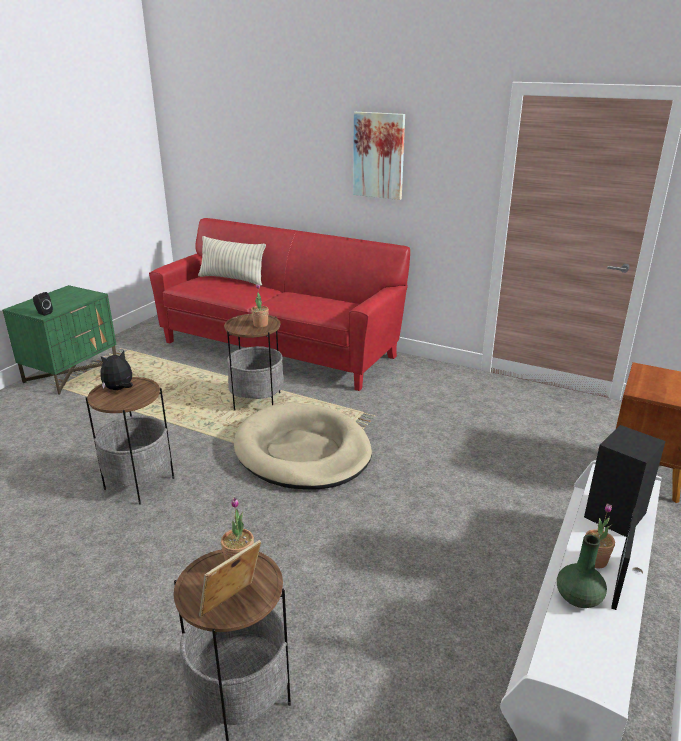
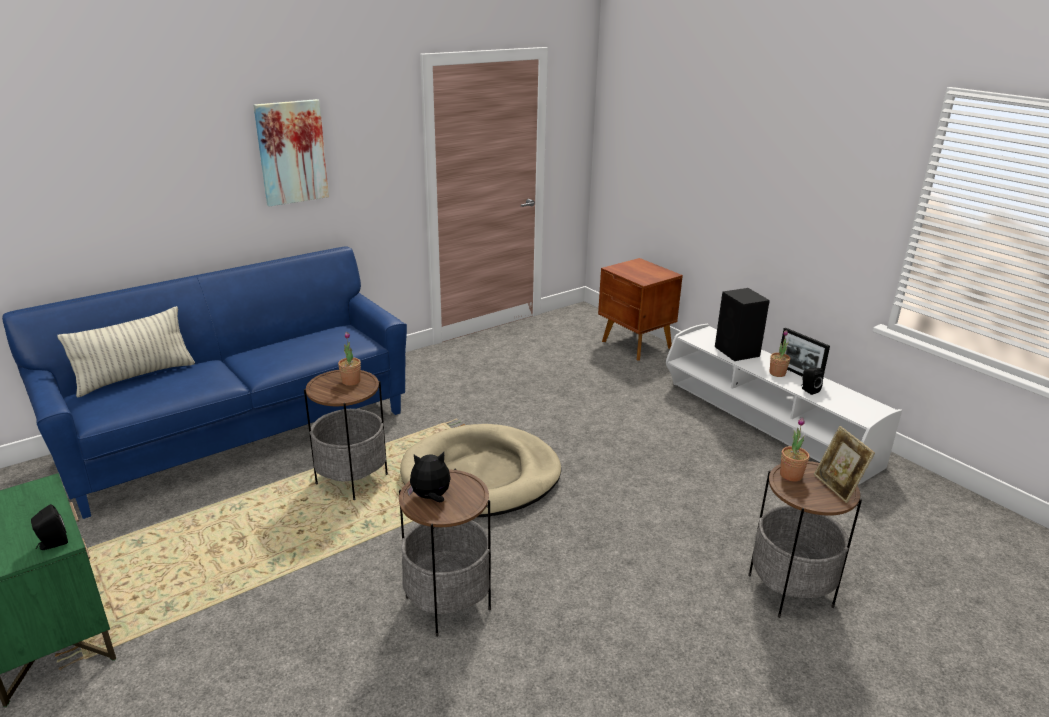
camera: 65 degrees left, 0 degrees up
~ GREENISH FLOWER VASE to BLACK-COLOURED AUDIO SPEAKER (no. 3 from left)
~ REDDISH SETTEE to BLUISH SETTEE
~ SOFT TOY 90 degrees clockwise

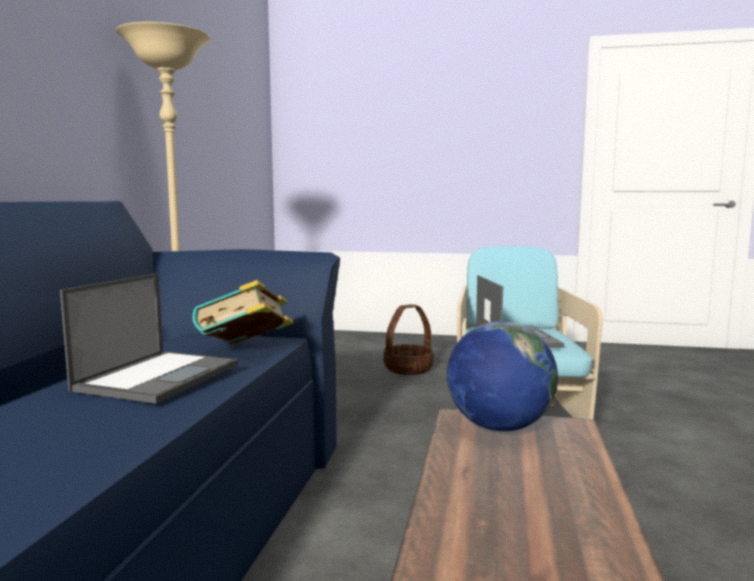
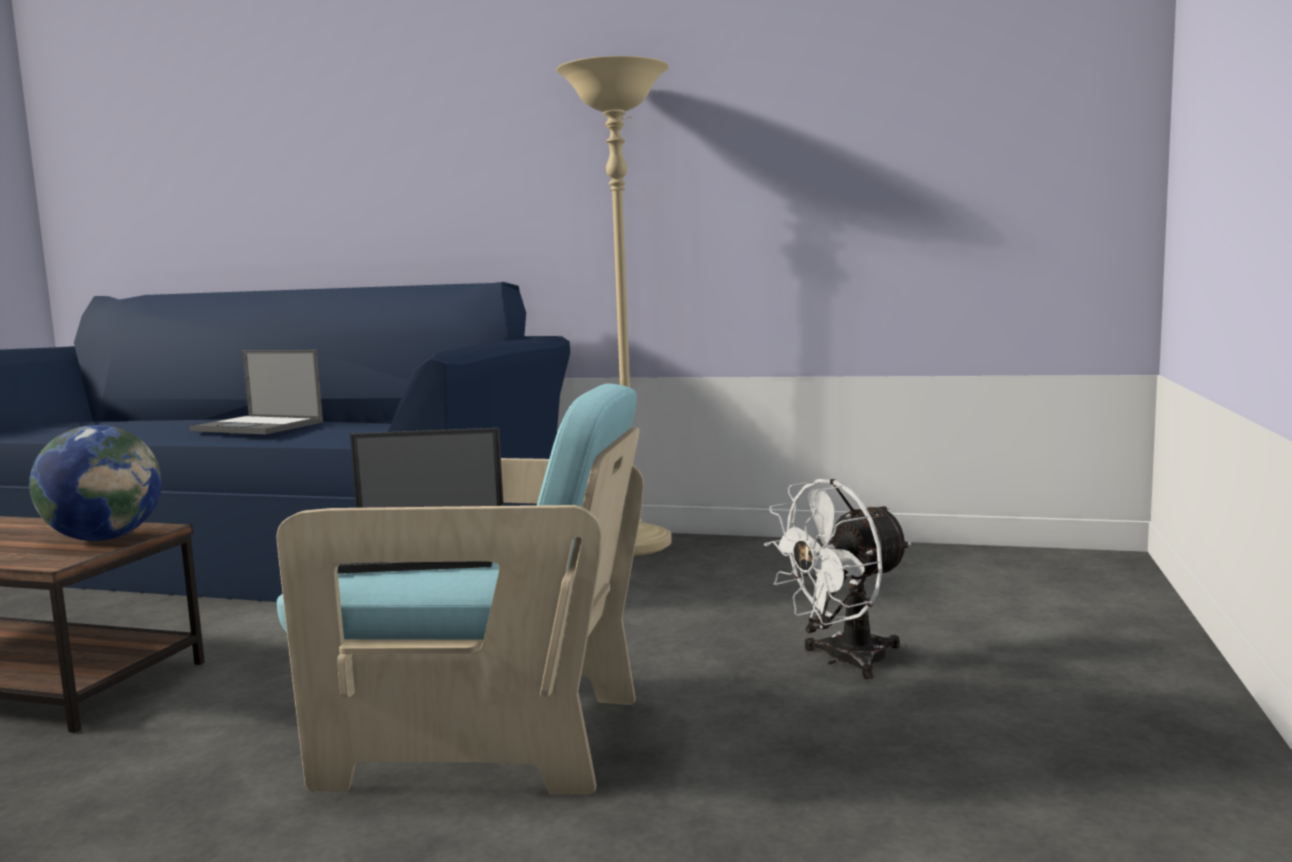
camera: 95 degrees right, 0 degrees up
- VOLUME
~ STORAGE BASKET to WHITISH FAN

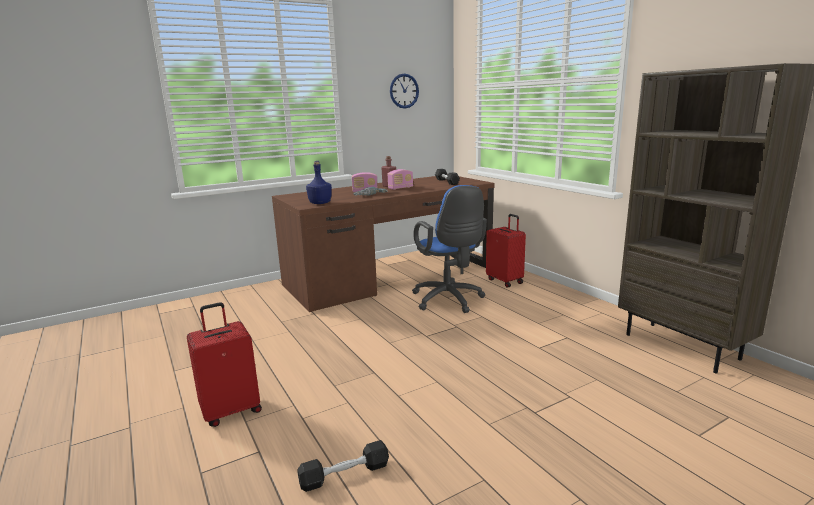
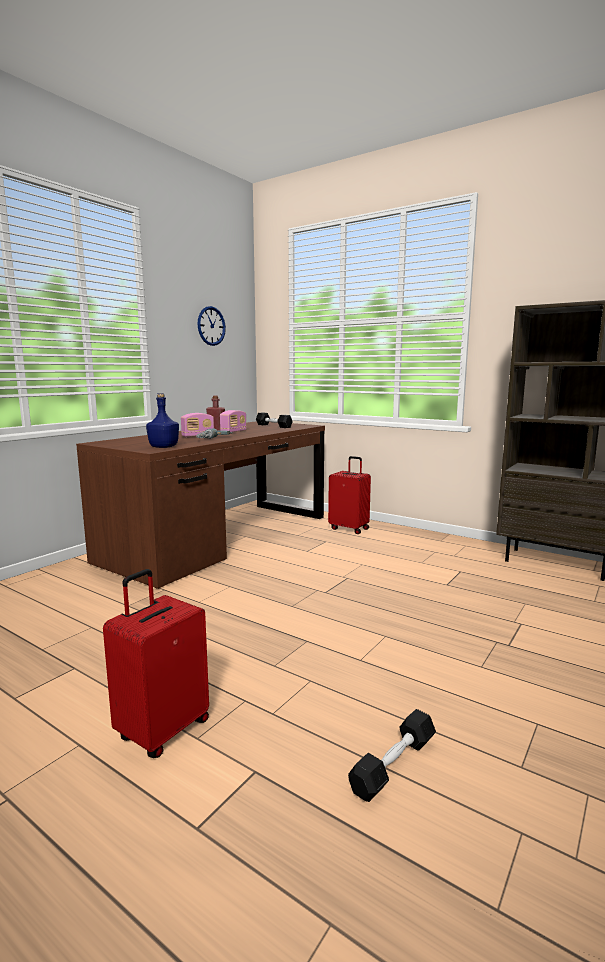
camera: 25 degrees left, 5 degrees down
- BLUISH COMPUTER CHAIR

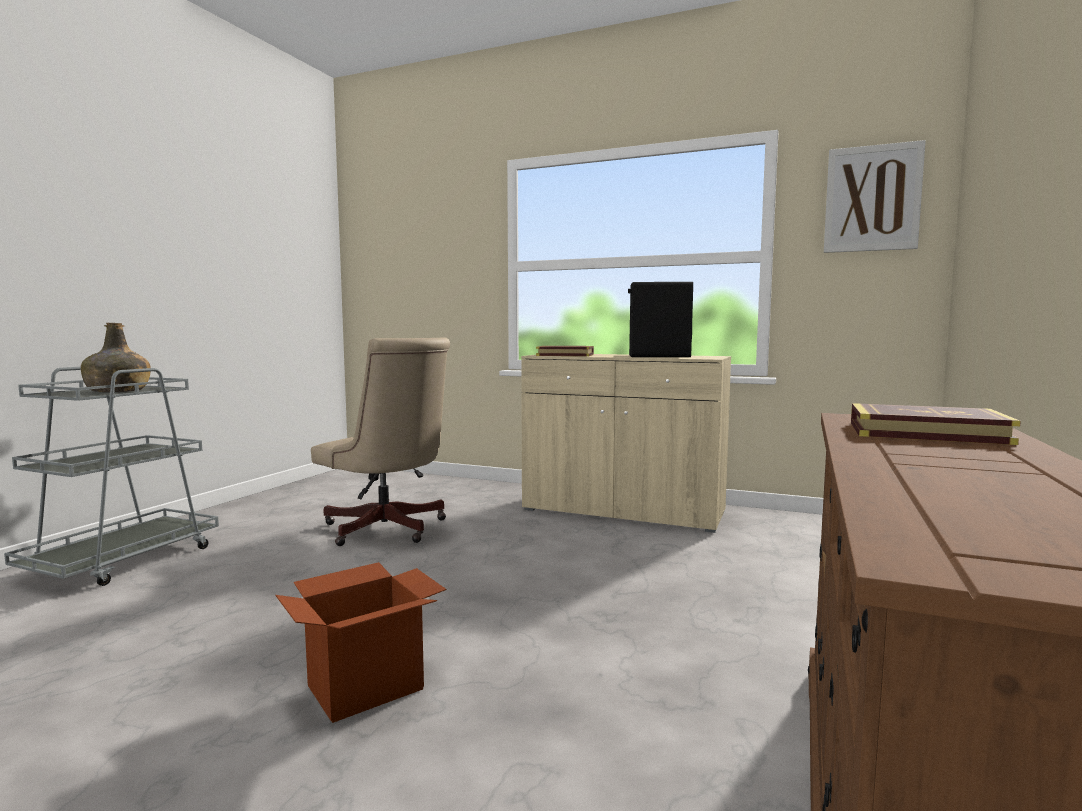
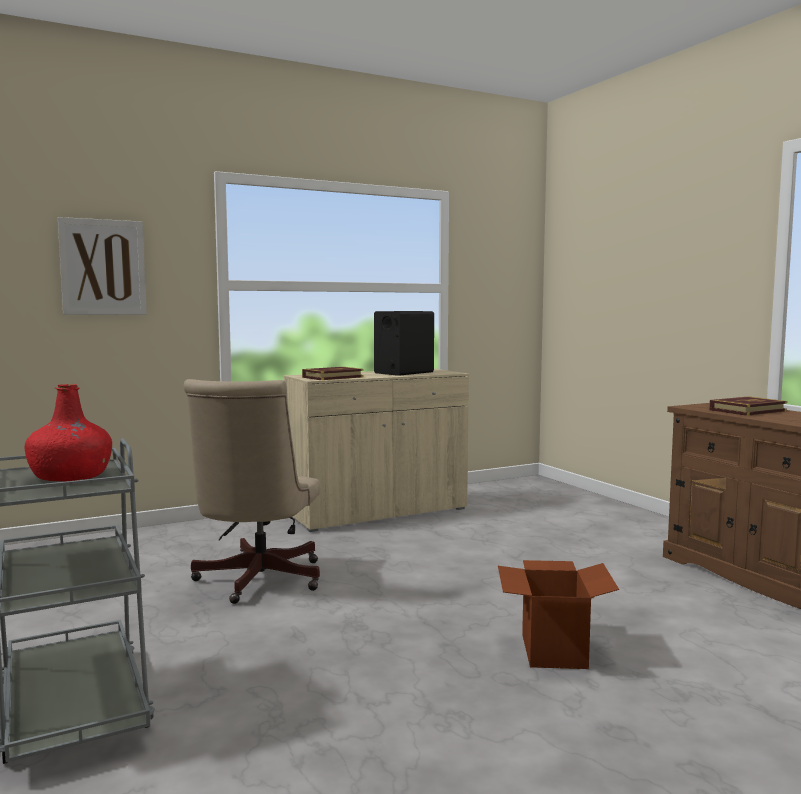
camera: 50 degrees left, 0 degrees up
~ WALL PICTURE
~ GREENISH BEVERAGE BOTTLE to REDDISH BEVERAGE BOTTLE
~ SAND-COLOURED COMPUTER CHAIR 105 degrees clockwise

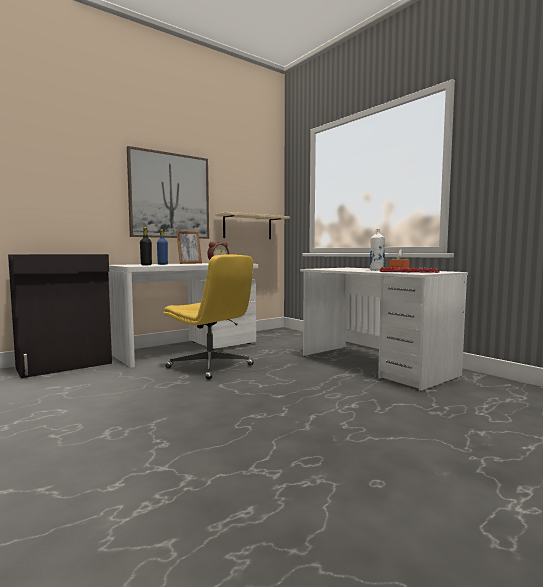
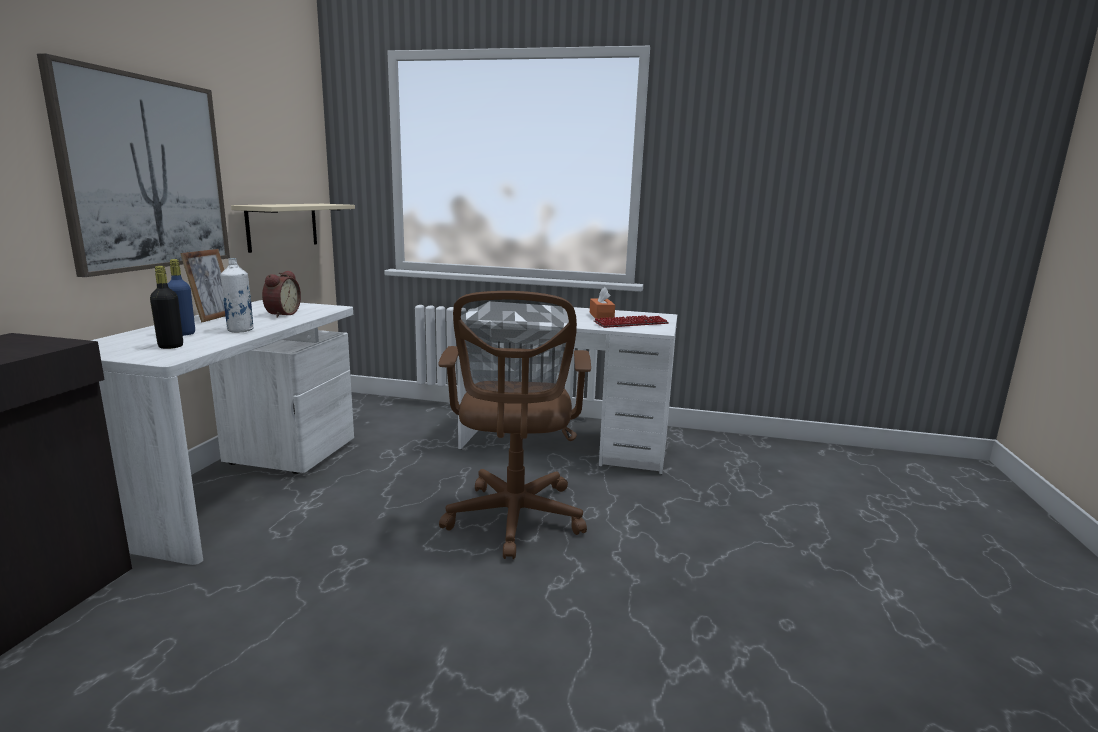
camera: 40 degrees left, 10 degrees up
- YELLOW-COLOURED COMPUTER CHAIR
+ BROWNISH COMPUTER CHAIR
~ WHITISH BEVERAGE BOTTLE

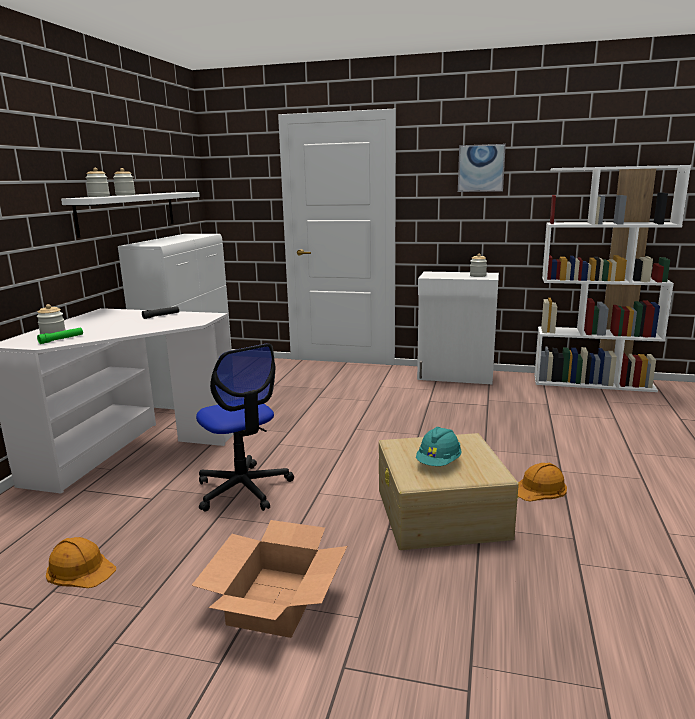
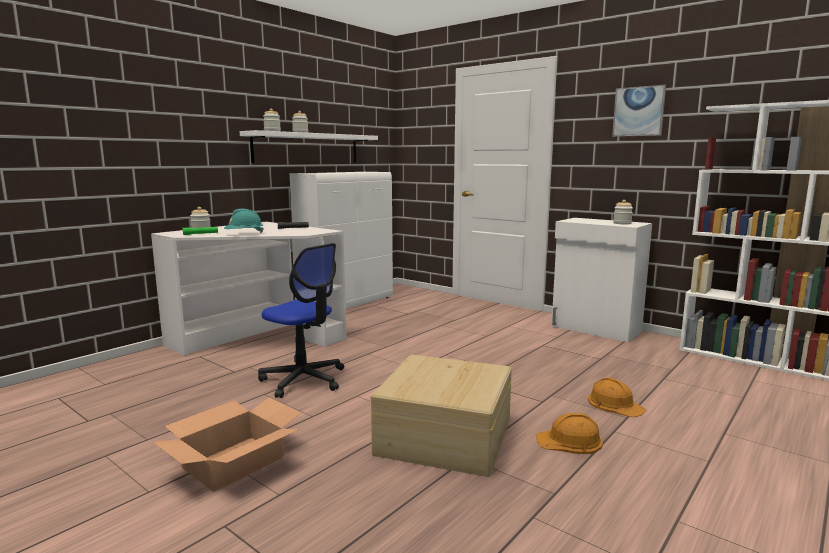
camera: 25 degrees right, 5 degrees down
~ ORANGE WORK HELMET (no. 1 from left in the first image) to ORANGE WORK HELMET (no. 2 from left)
~ TURQUOISE WORK HELMET
~ COMPUTER CHAIR 45 degrees counterclockwise

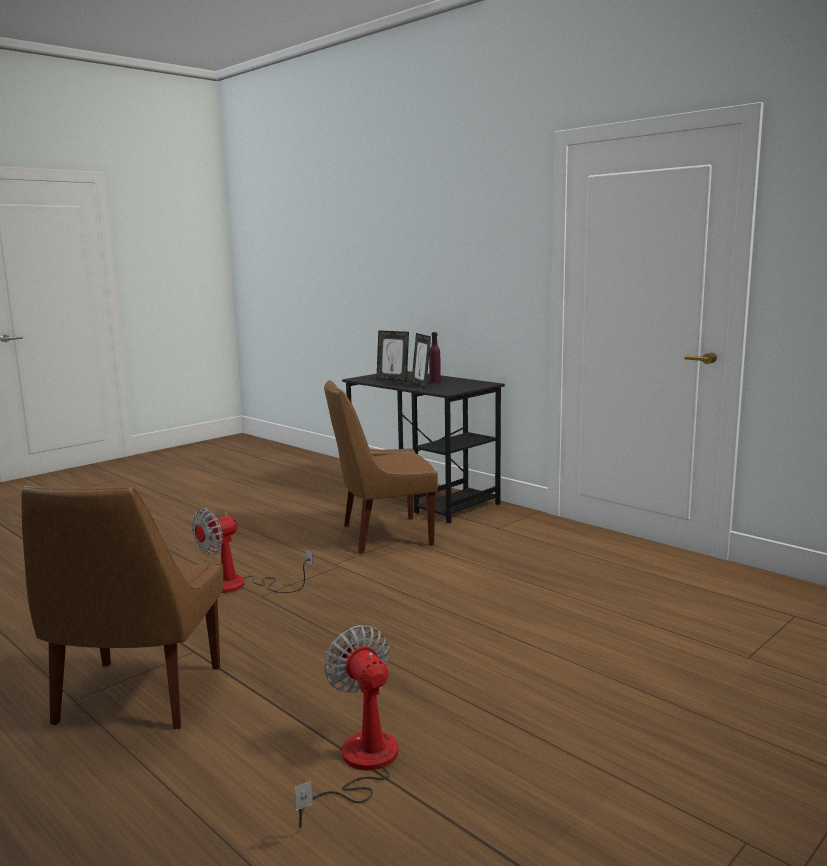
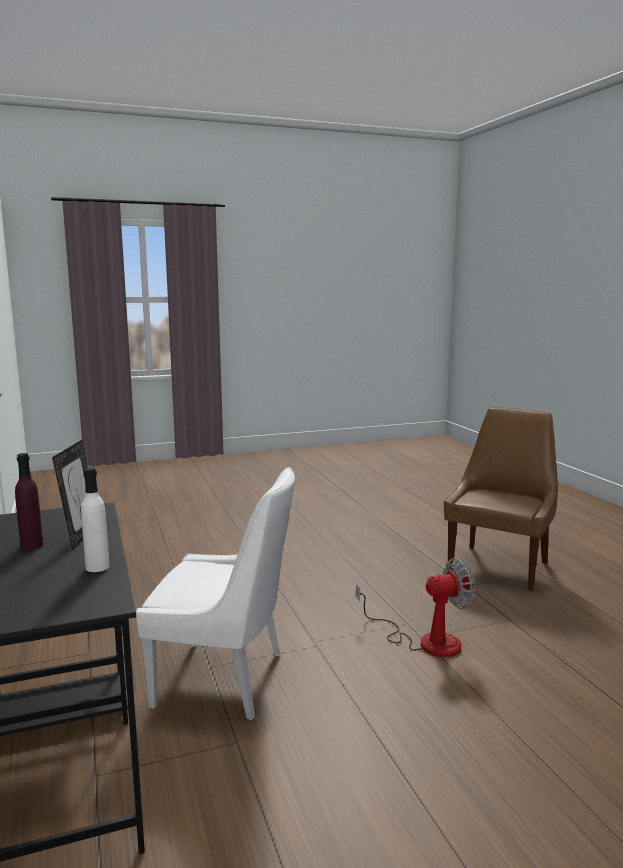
camera: 155 degrees left, 0 degrees up
- FAN (no. 2 from left)
- PICTURE FRAME (no. 1 from left)
+ WHITISH BEVERAGE BOTTLE
~ BROWNISH PLAIN CHAIR (no. 2 from left) to WHITISH PLAIN CHAIR

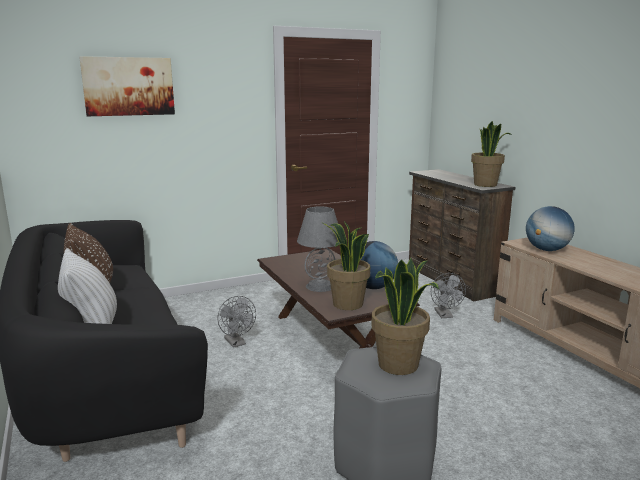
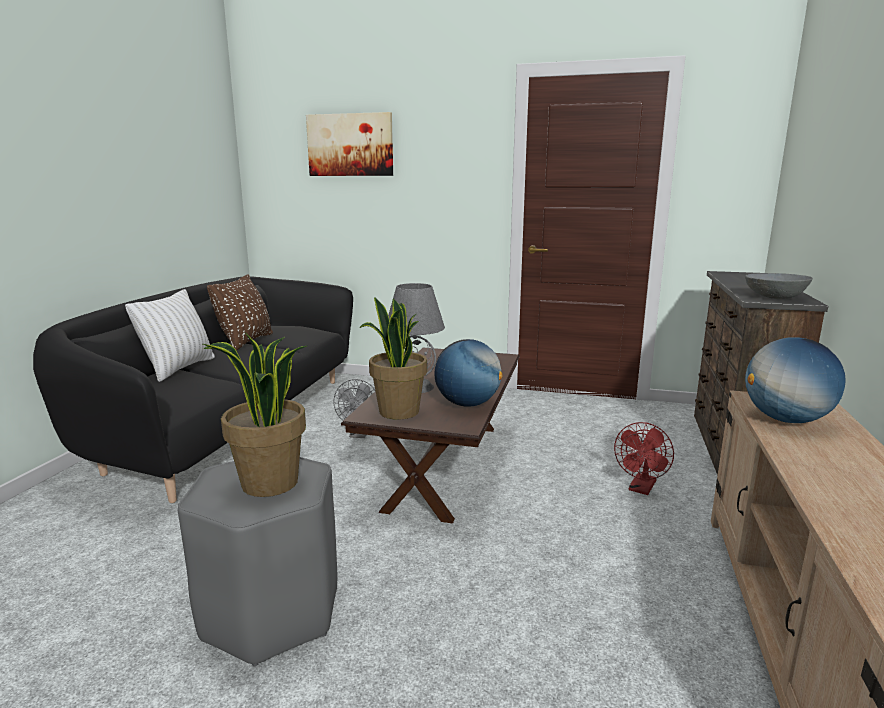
camera: 40 degrees right, 0 degrees up
~ PLANT IN A POT (no. 3 from left) to GREY BOWL
~ GREY FAN (no. 2 from left) to REDDISH FAN

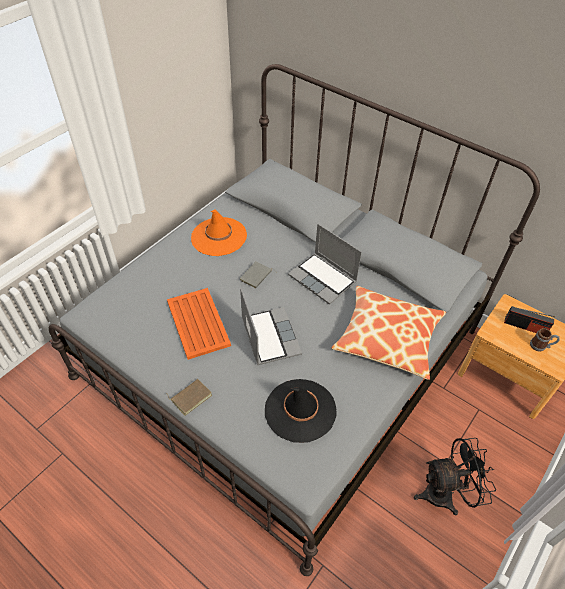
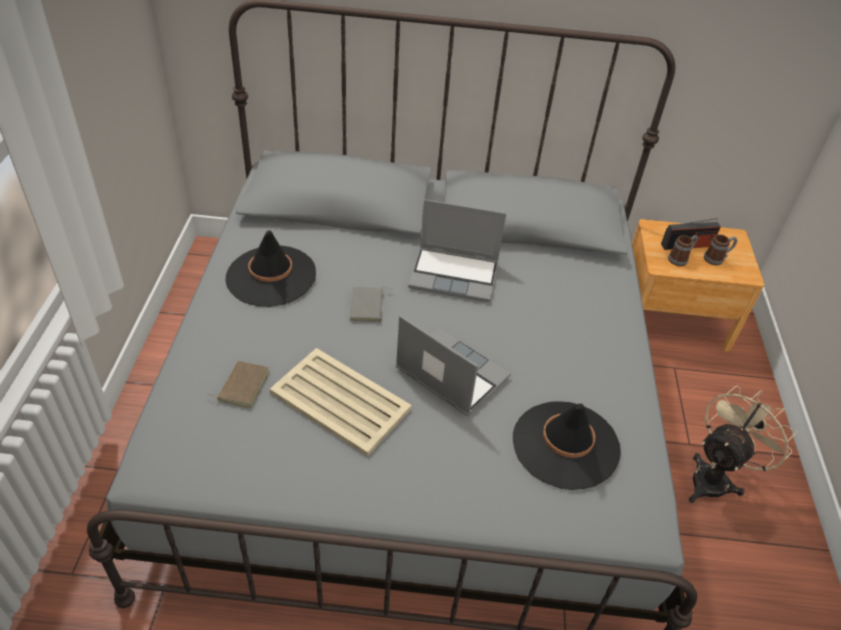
camera: 35 degrees left, 5 degrees down
- PILLOW
+ MUG (no. 1 from left)
~ BROWNISH VOLUME
~ ORANGE TRAY to SAND-COLOURED TRAY
~ ORANGE WEARABLE HAT to BLACK-COLOURED WEARABLE HAT (no. 1 from left)
~ BLACK-COLOURED FAN to SAND-COLOURED FAN

